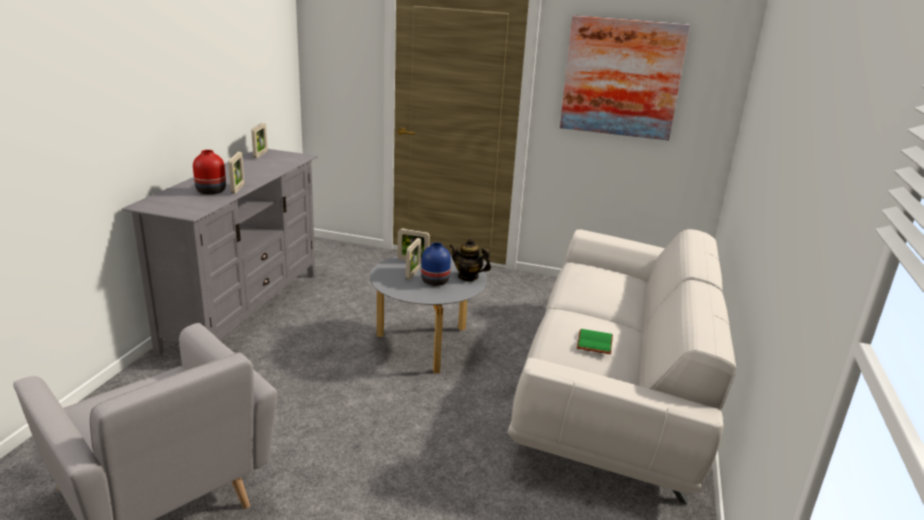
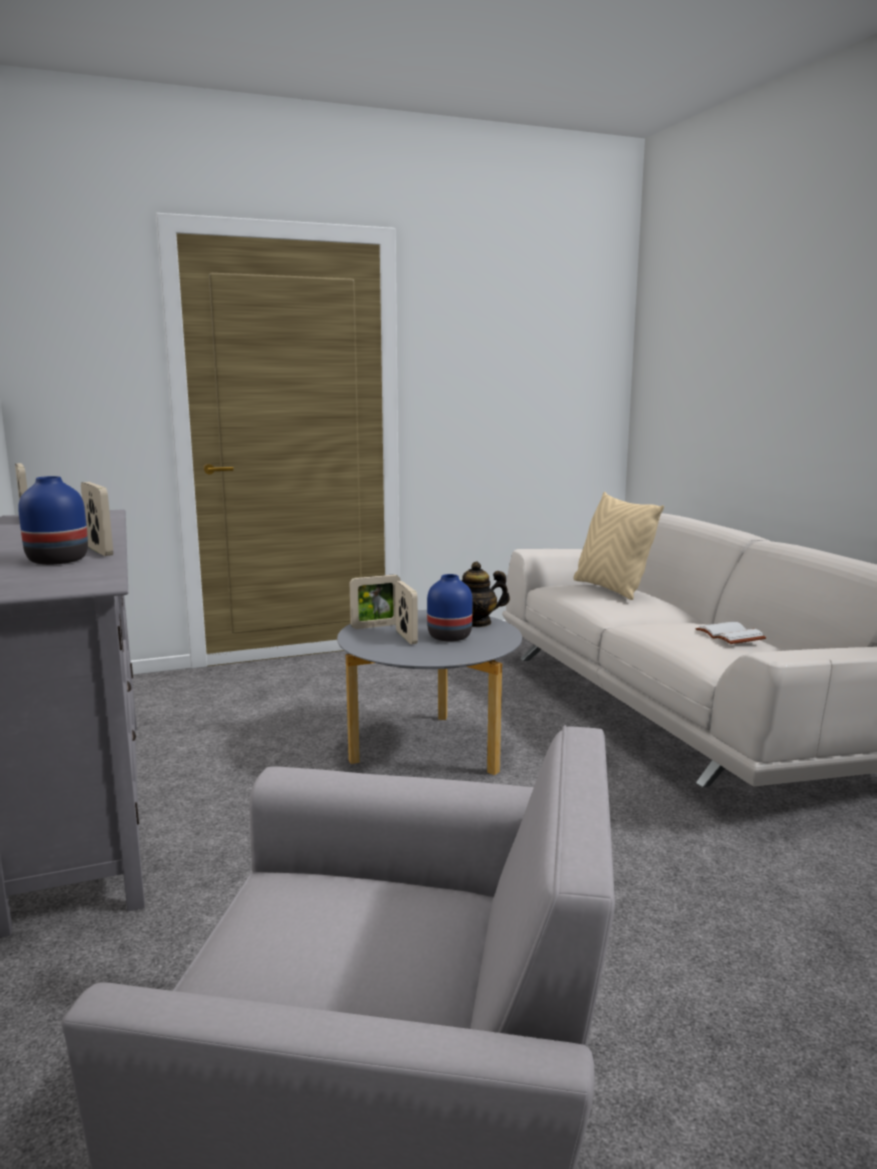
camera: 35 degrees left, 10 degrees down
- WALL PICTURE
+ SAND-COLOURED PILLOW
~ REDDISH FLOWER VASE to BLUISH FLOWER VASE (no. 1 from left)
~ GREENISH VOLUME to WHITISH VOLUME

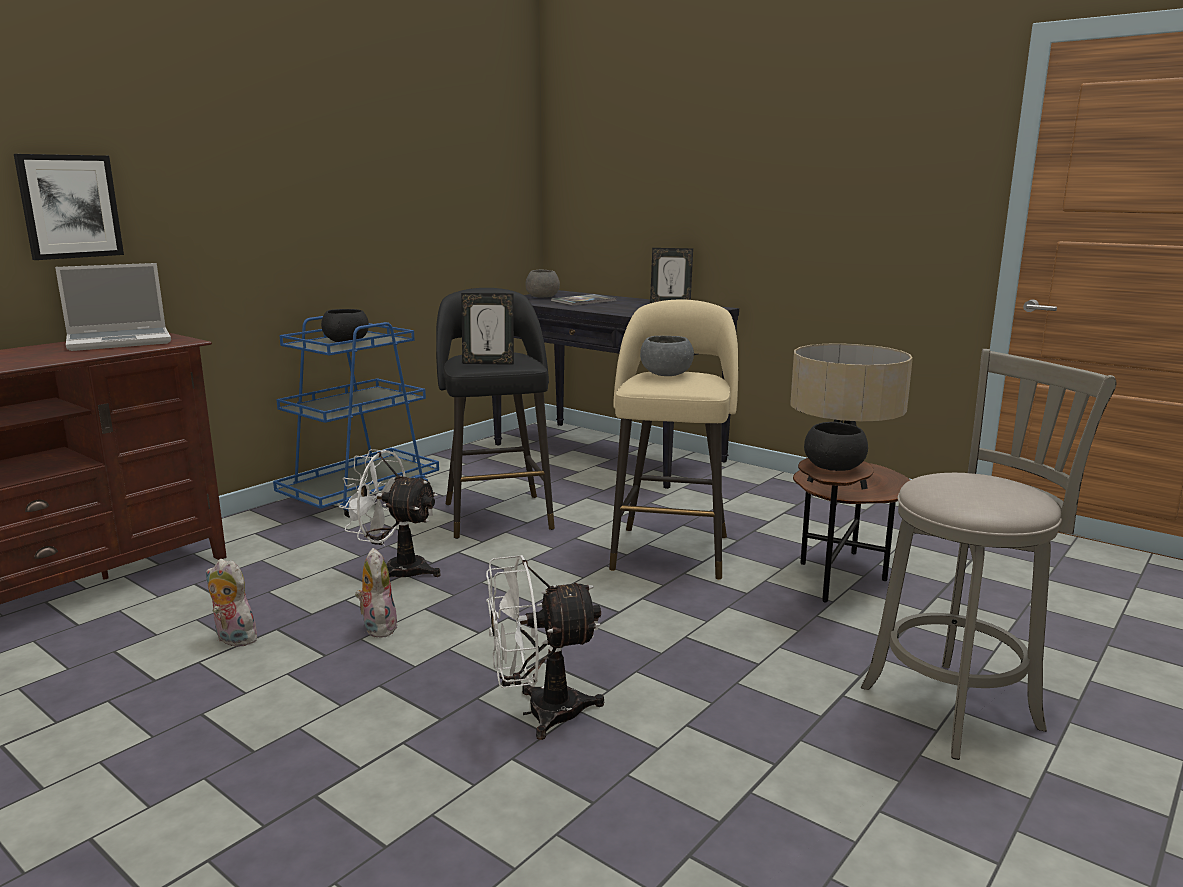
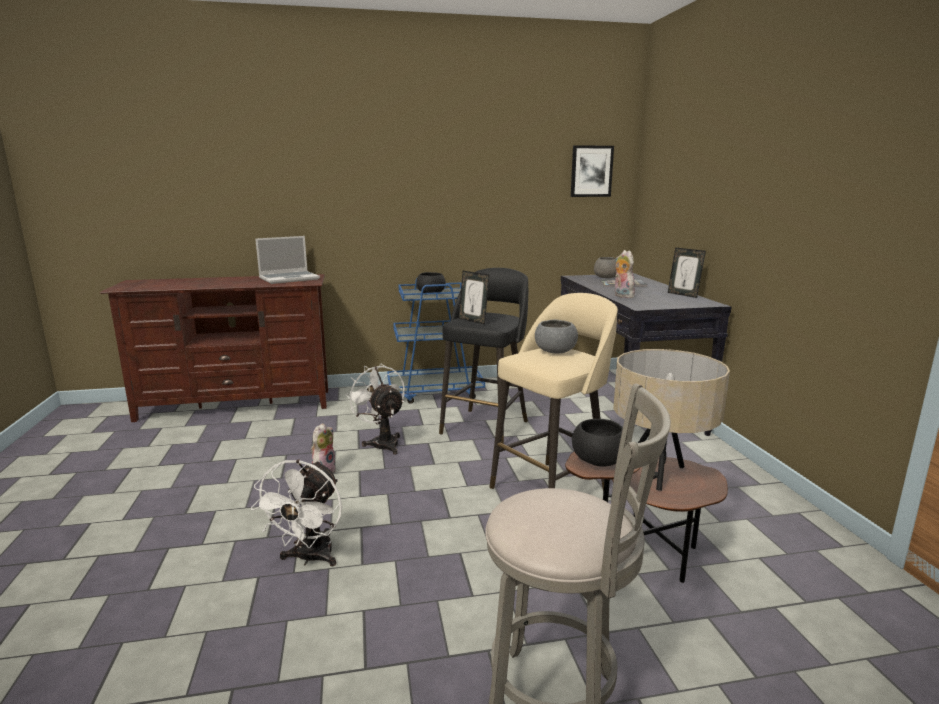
camera: 40 degrees right, 0 degrees up
~ WALL PICTURE
~ SOFT TOY (no. 1 from left in the first image) to SOFT TOY (no. 2 from left)
~ LAPTOP 45 degrees counterclockwise
~ WHITISH FAN (no. 2 from left in the first image) 105 degrees counterclockwise

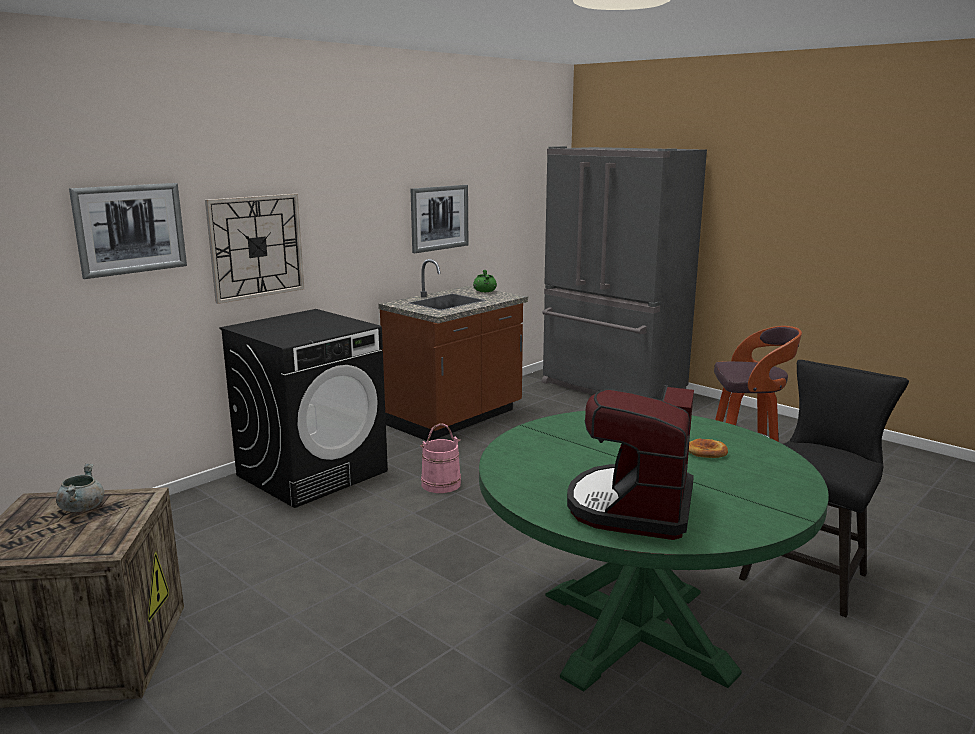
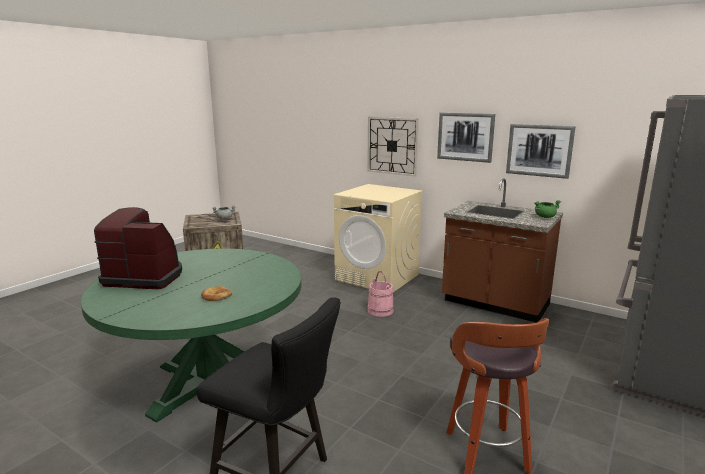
camera: 80 degrees right, 0 degrees up
~ WALL PICTURE (no. 1 from left)
~ BLACK-COLOURED LAUNDRY APPLIANCE to SAND-COLOURED LAUNDRY APPLIANCE

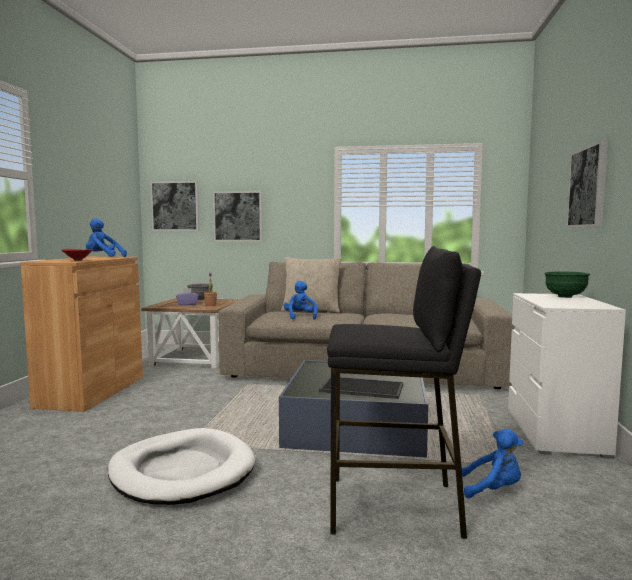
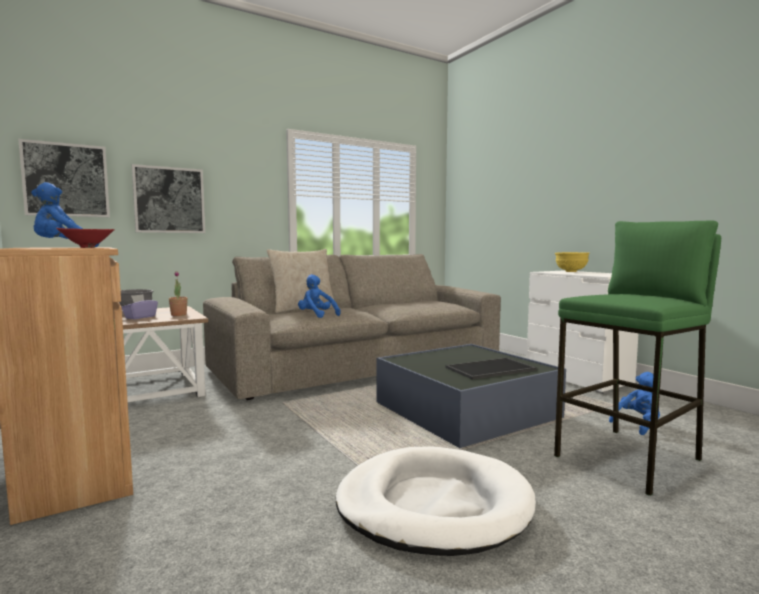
camera: 40 degrees left, 0 degrees up
- WALL PICTURE (no. 3 from left)
~ BLACK-COLOURED SITTING STOOL to GREENISH SITTING STOOL
~ GREENISH BOWL to YELLOW-COLOURED BOWL

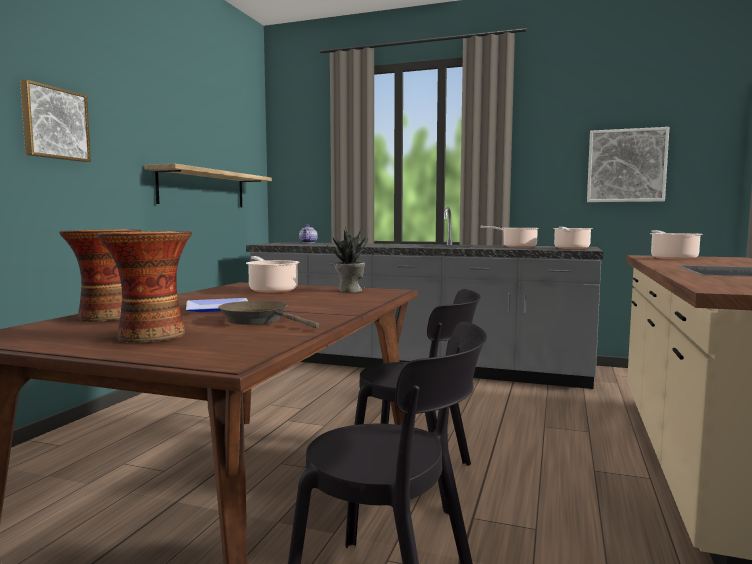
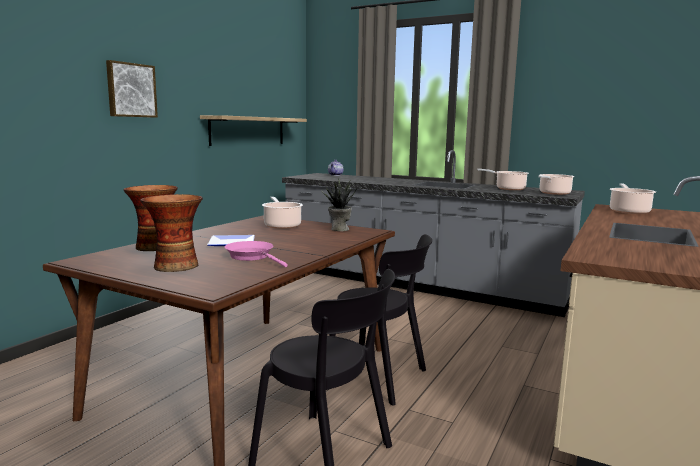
camera: 10 degrees right, 5 degrees up
- WALL PICTURE (no. 2 from left)
~ BROWNISH FRYING PAN to PINK FRYING PAN

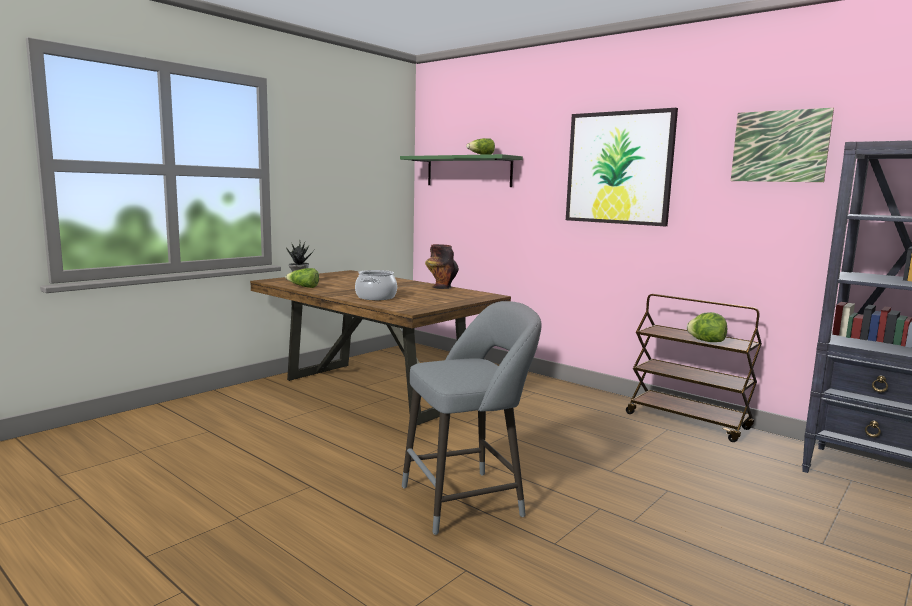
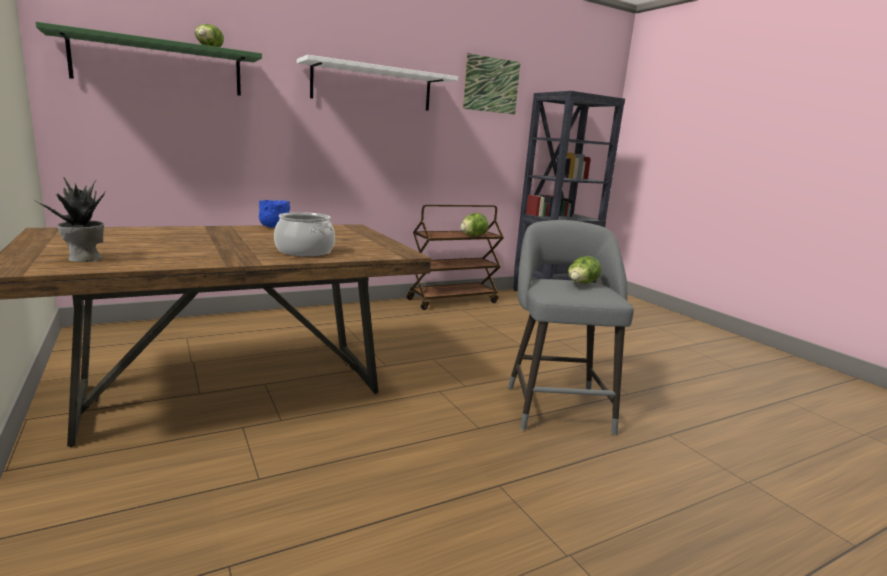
camera: 70 degrees left, 5 degrees up
~ LETTUCE HEAD (no. 1 from left in the first image) to LETTUCE HEAD (no. 3 from left)
~ FLOWER VASE to BLUISH BOWL
~ WALL PICTURE (no. 1 from left) to WHITISH BRACKET SHELF

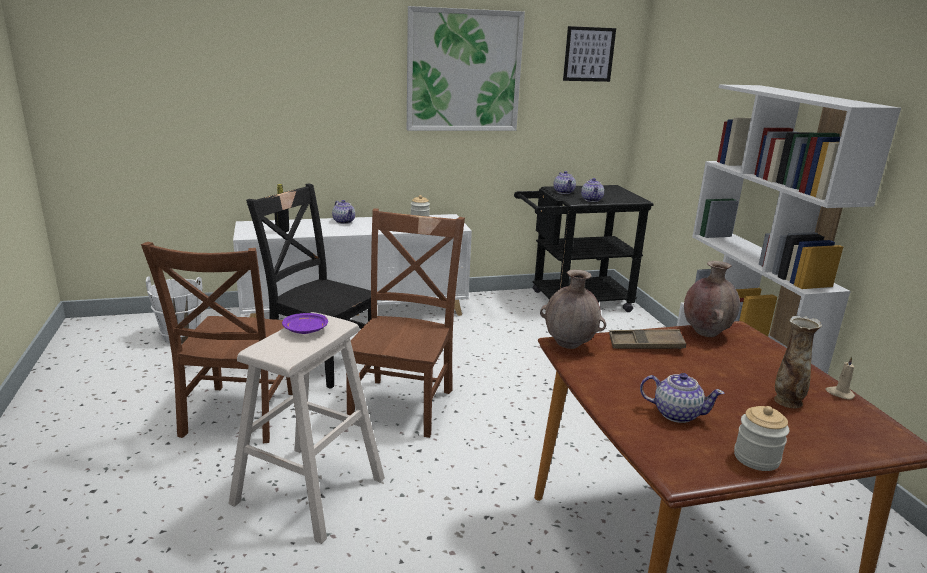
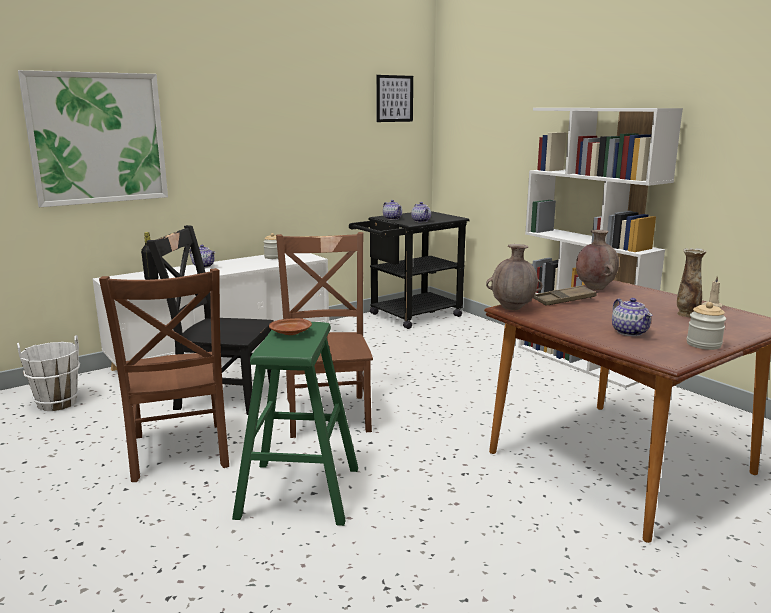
camera: 20 degrees left, 5 degrees down
~ WALL PICTURE (no. 1 from left)
~ SAND-COLOURED SITTING STOOL to GREENISH SITTING STOOL
~ PURPLE DINNER PLATE to BROWNISH DINNER PLATE
~ POT FOR TEA (no. 4 from left) 75 degrees clockwise

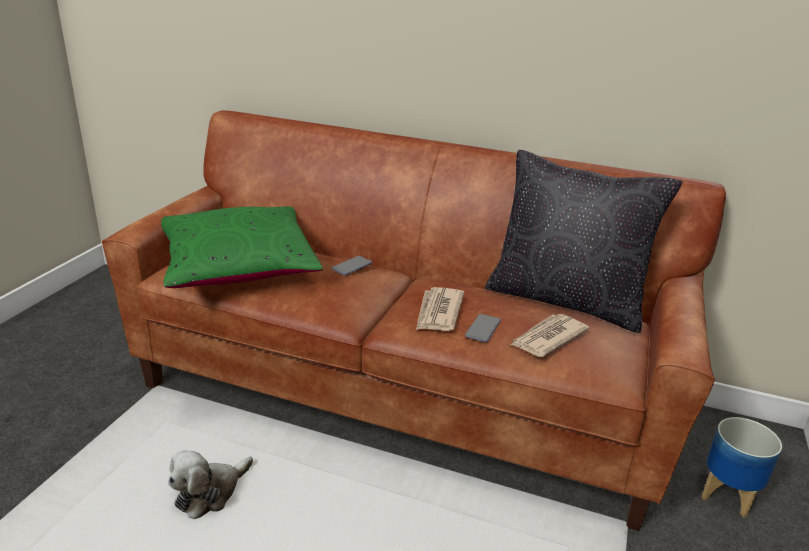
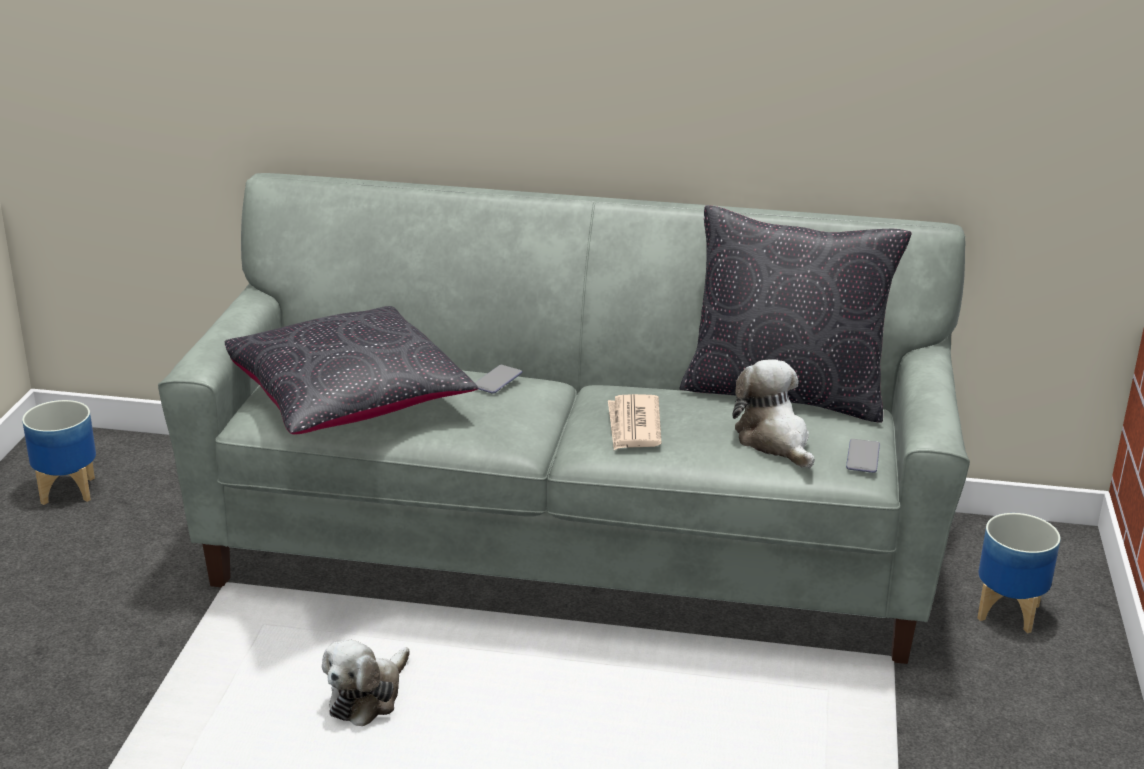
camera: 10 degrees left, 0 degrees up
+ PLANT POT (no. 1 from left)
~ PHONE (no. 2 from left)
~ PRINTED PAPER (no. 2 from left) to SOFT TOY (no. 2 from left)
~ BROWNISH SETTEE to GREY SETTEE
~ GREENISH PILLOW to BLACK-COLOURED PILLOW (no. 1 from left)

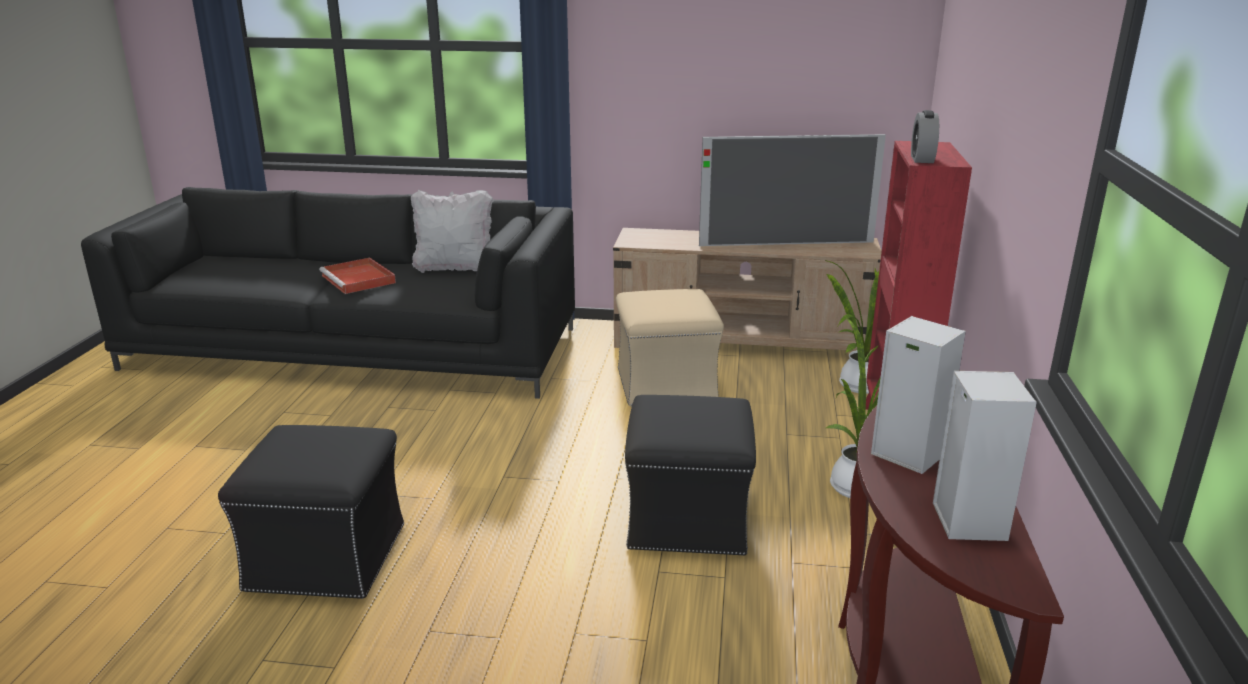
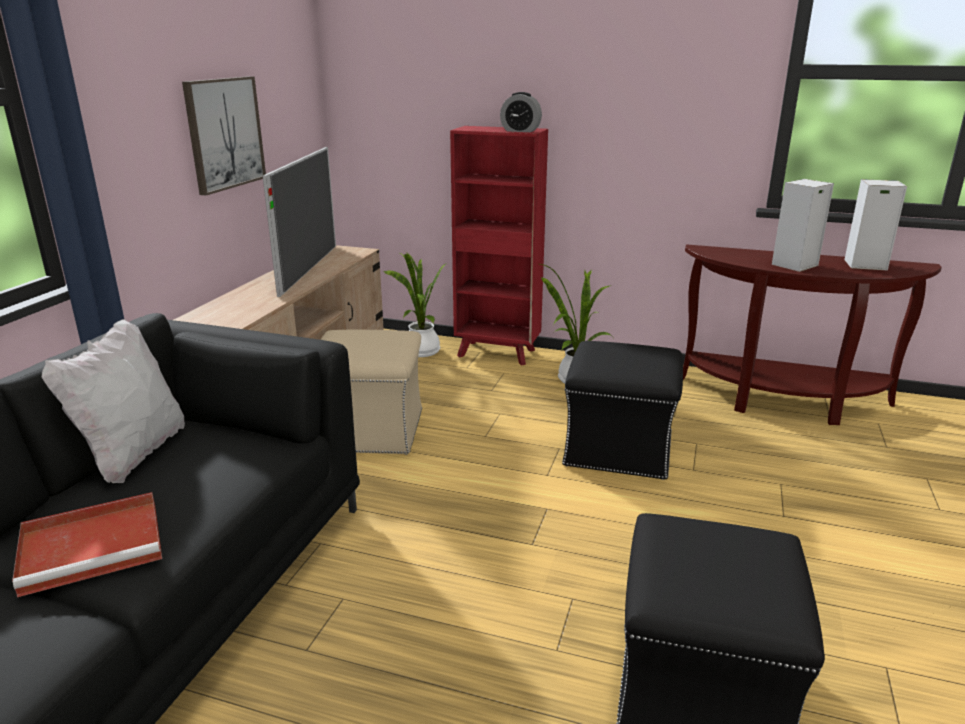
camera: 80 degrees left, 0 degrees up
+ WALL PICTURE

